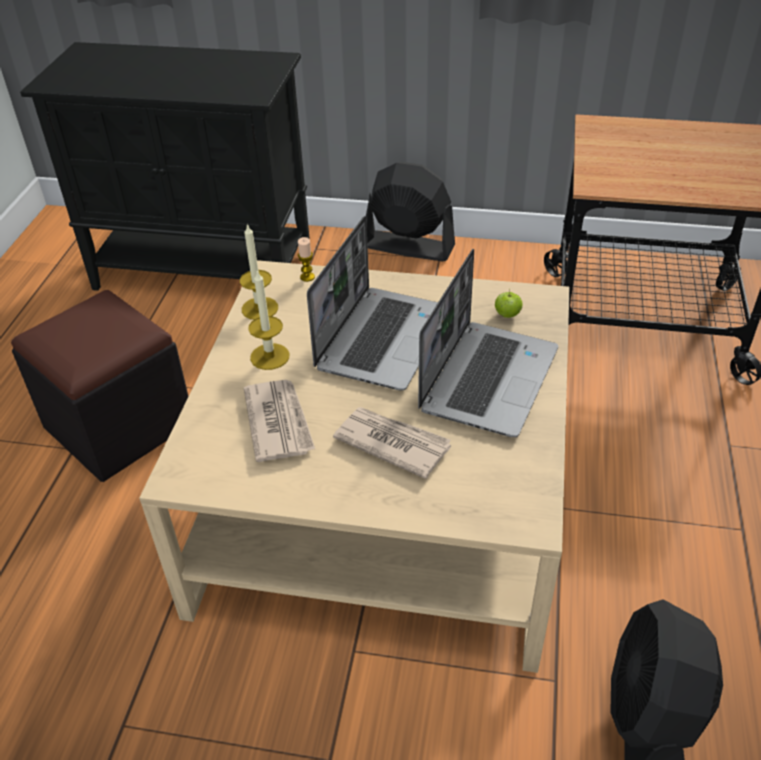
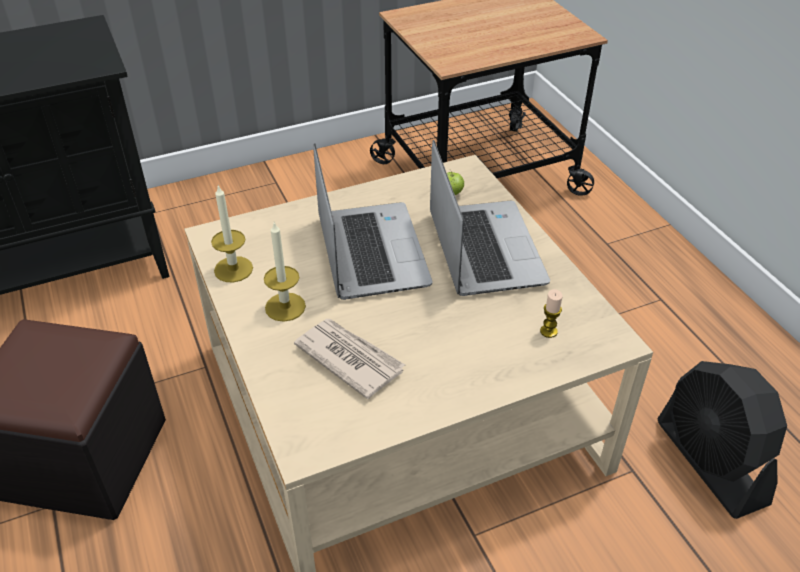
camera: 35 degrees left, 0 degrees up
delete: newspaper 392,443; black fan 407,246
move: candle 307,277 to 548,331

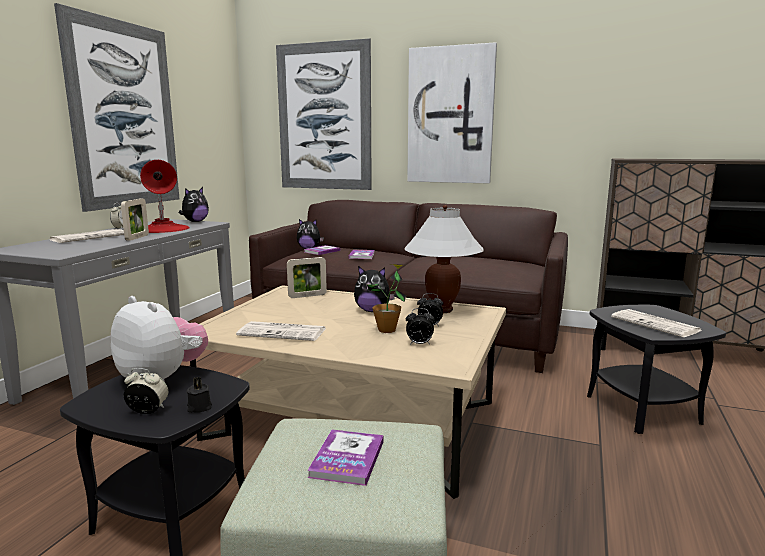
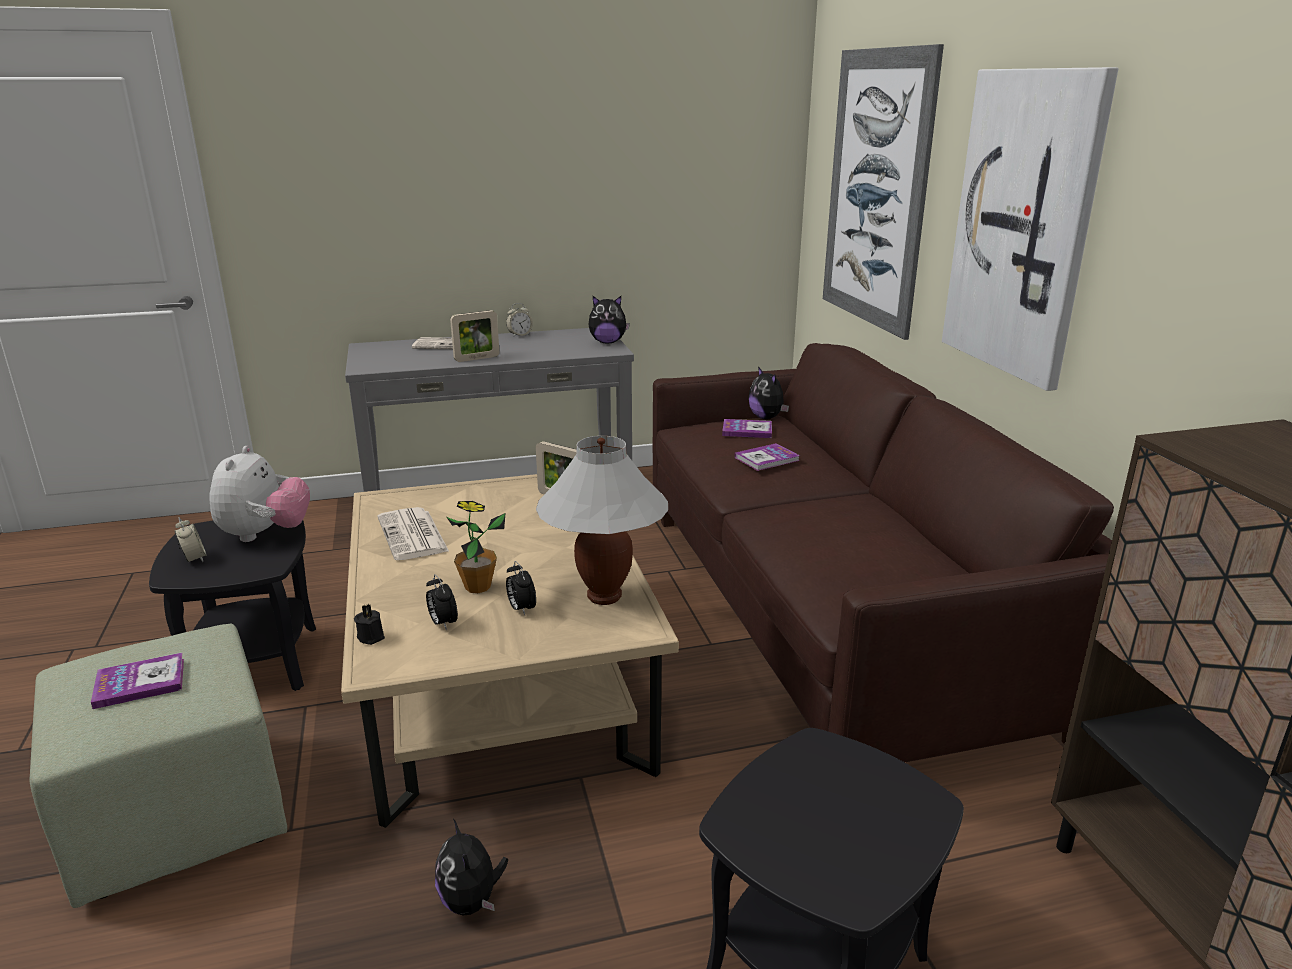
camera: 55 degrees right, 10 degrees up
delete: picture 124,115; red table lamp 163,229; newspaper 656,324
move: black candle 199,407 to 371,636; plush toy 372,311 to 472,901

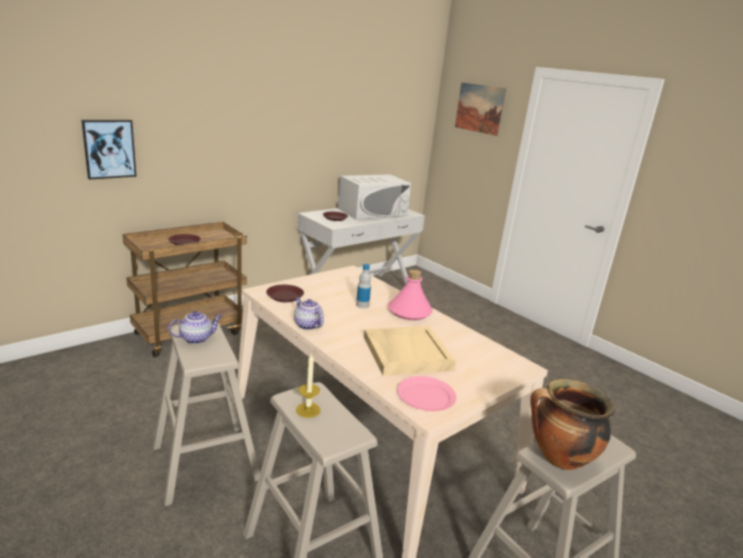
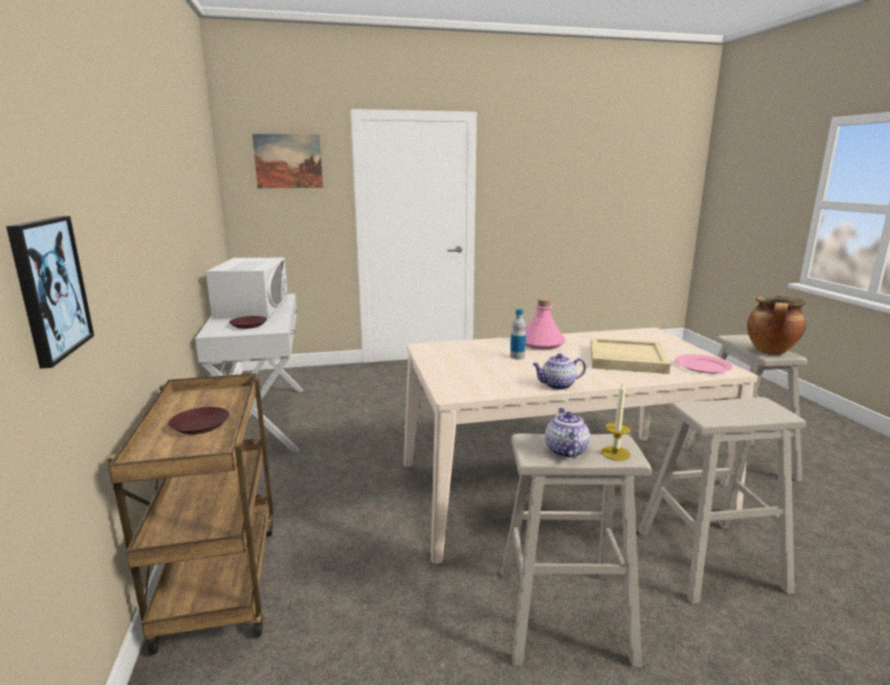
camera: 60 degrees left, 5 degrees down
delete: brown plate 284,296
move: candle 308,410 to 615,453

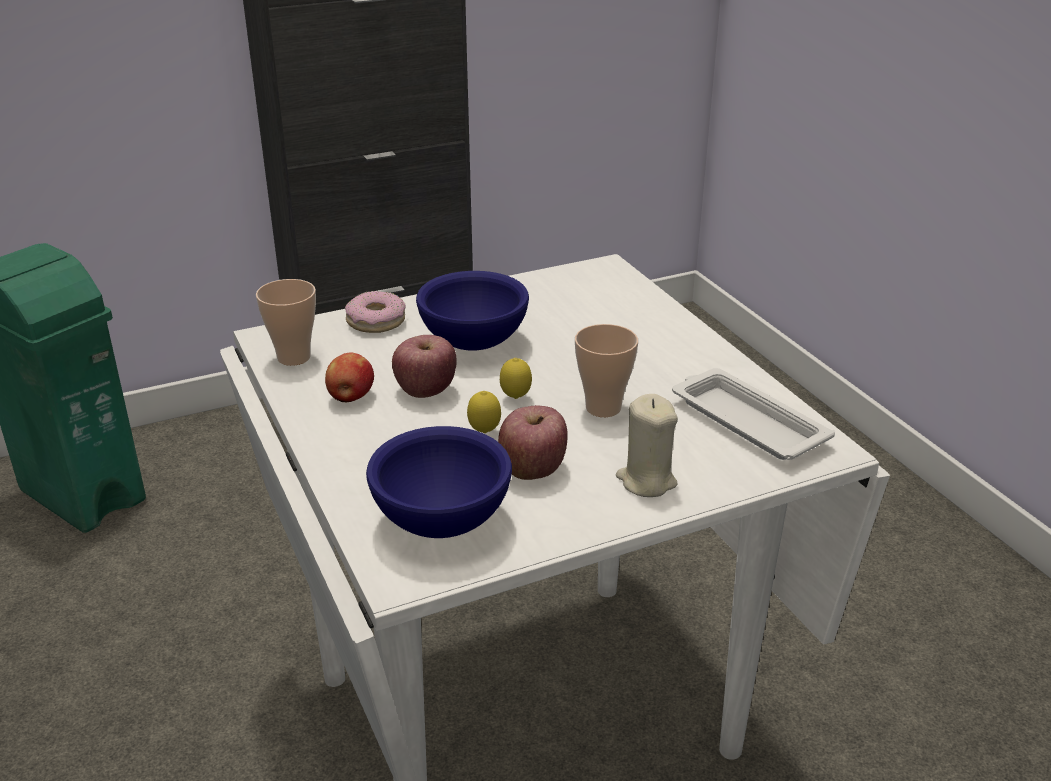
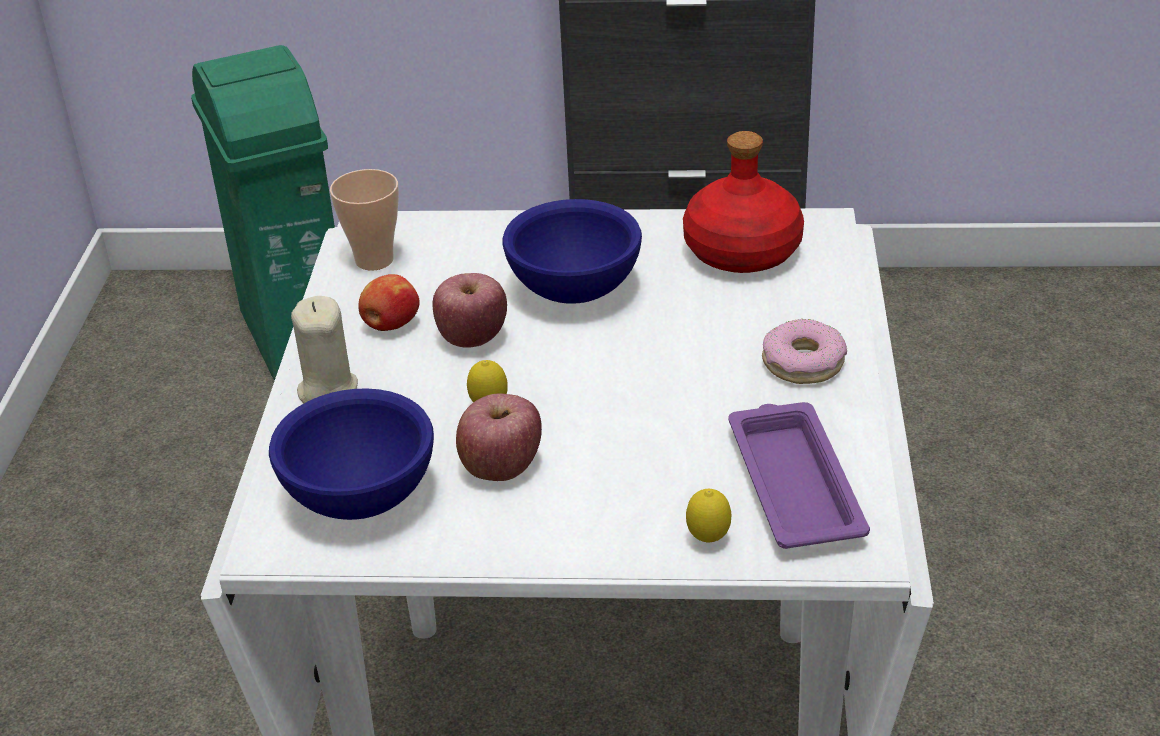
camera: 30 degrees right, 5 degrees up
delete: cup 603,408
insert: red bottle 743,252
move: donut 376,321 to 802,363; lemon 515,398 to 708,540; beige candle 646,481 to 327,389
recolor: white tray 746,421 to purple tray 793,483

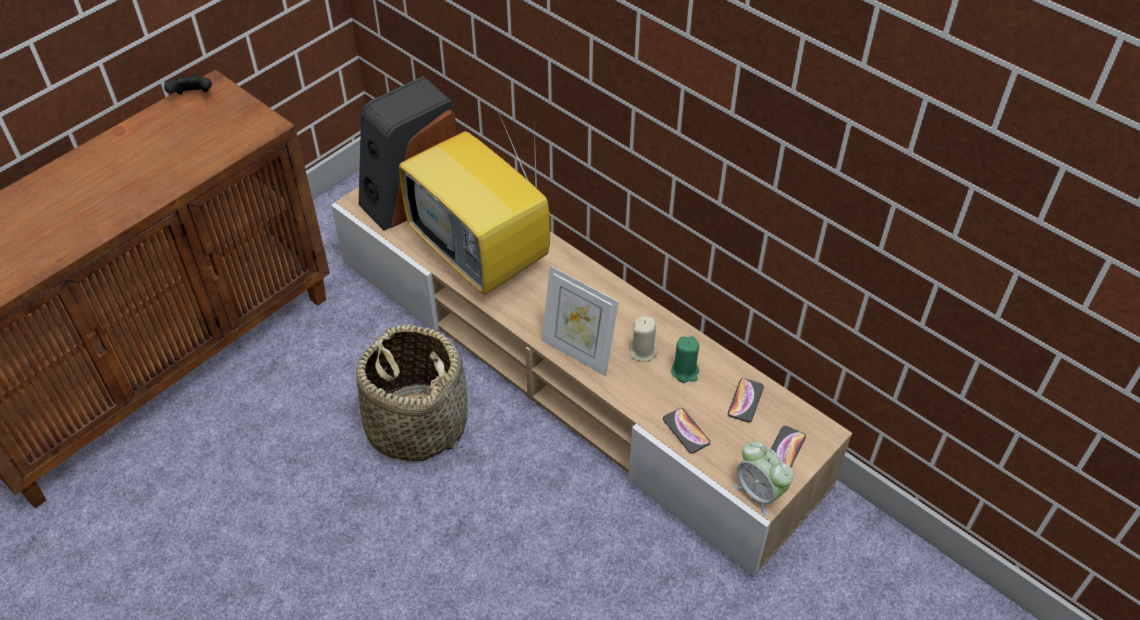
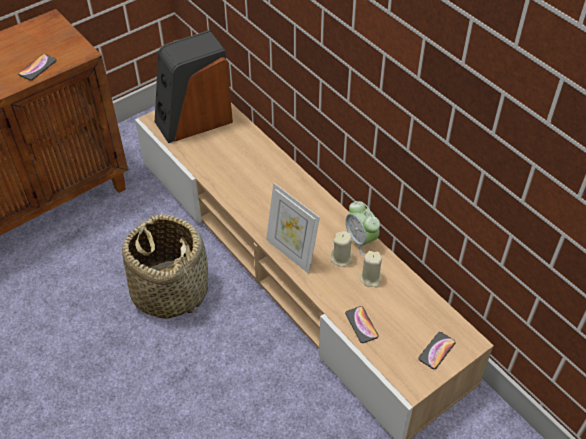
camera: 10 degrees right, 0 degrees up
delete: black game controller 193,96; television 482,255
move: phone 745,400 to 37,68; alarm clock 759,492 to 361,240
recolor: green candle 685,371 to beige candle 371,278

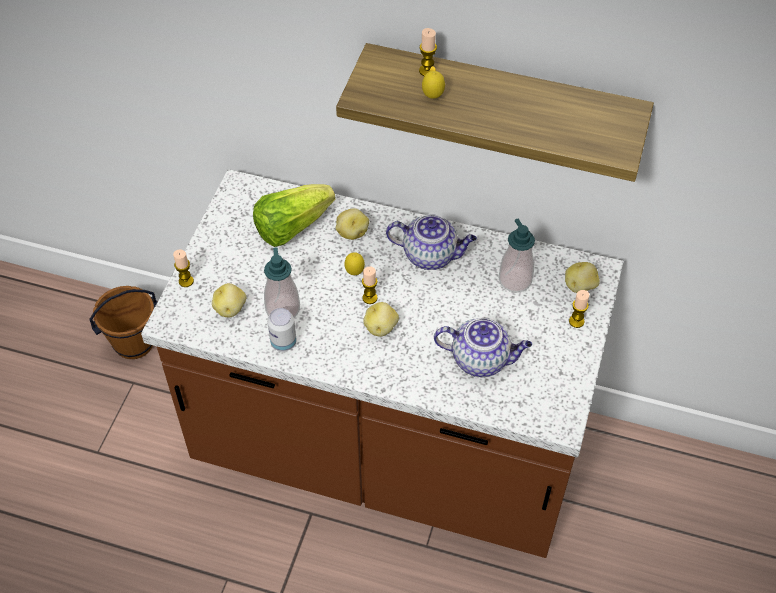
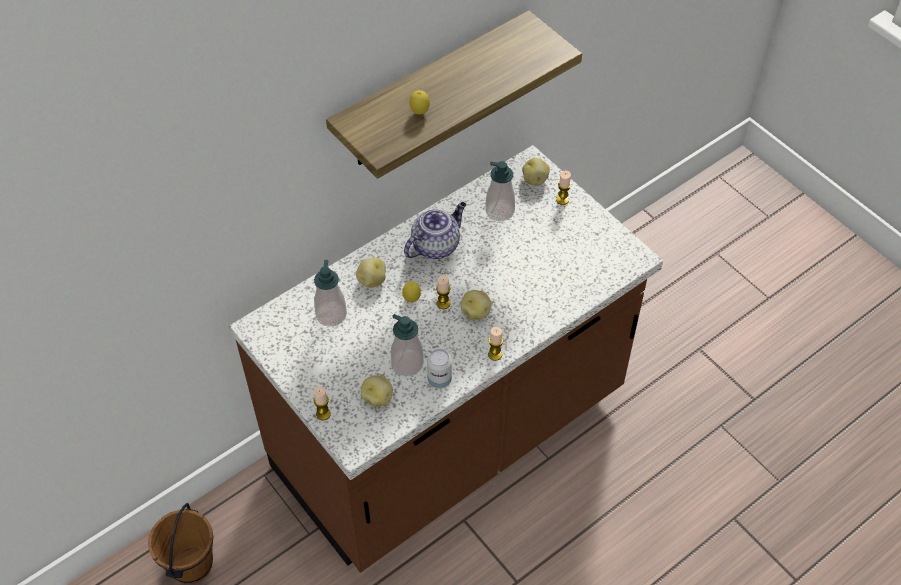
camera: 55 degrees left, 0 degrees up
delete: teapot 481,359
move: candle 427,71 to 495,354
replace: lettuce 291,227 to soap dispenser 331,314

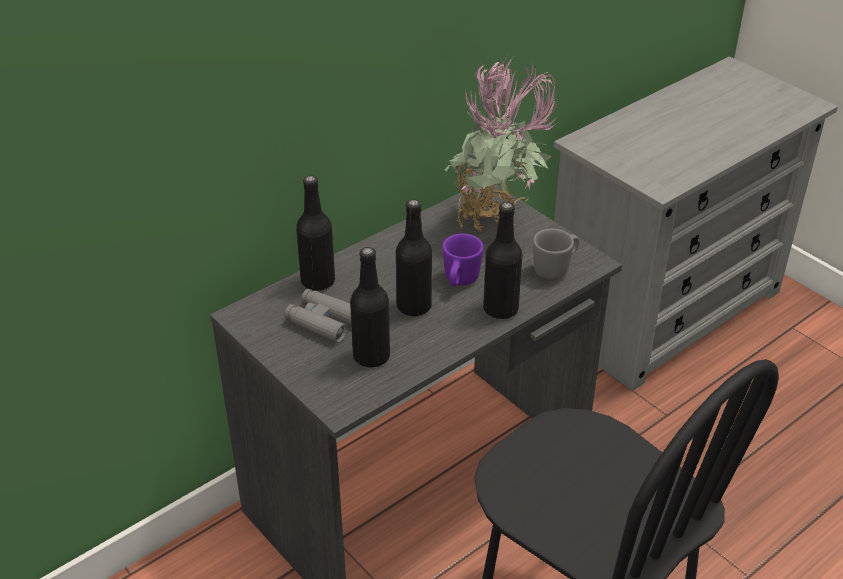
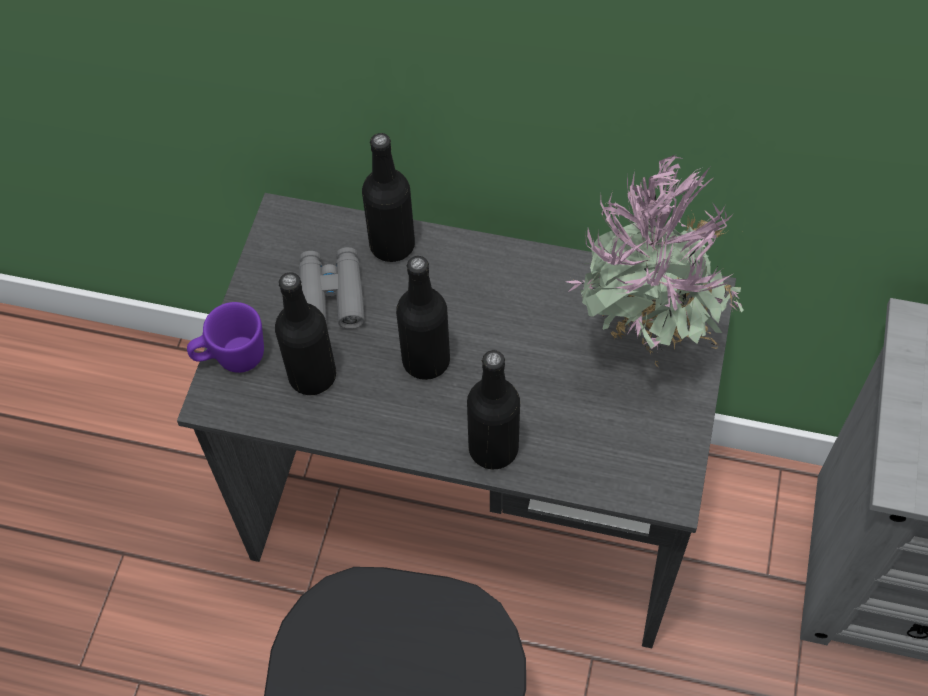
camera: 55 degrees right, 20 degrees up
delete: grey mug 555,269
move: purple mug 460,281 to 231,358

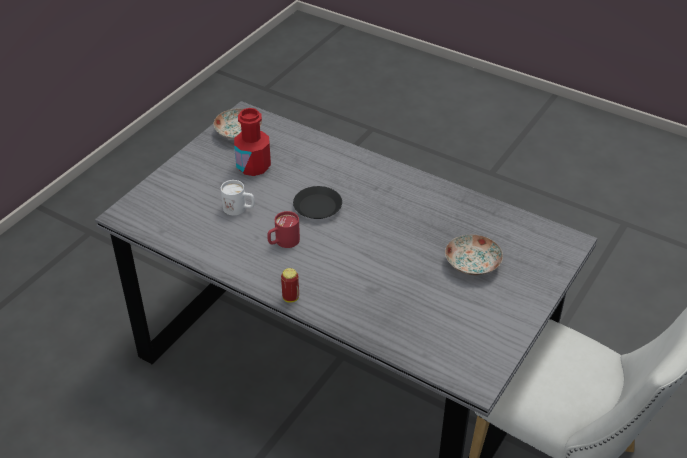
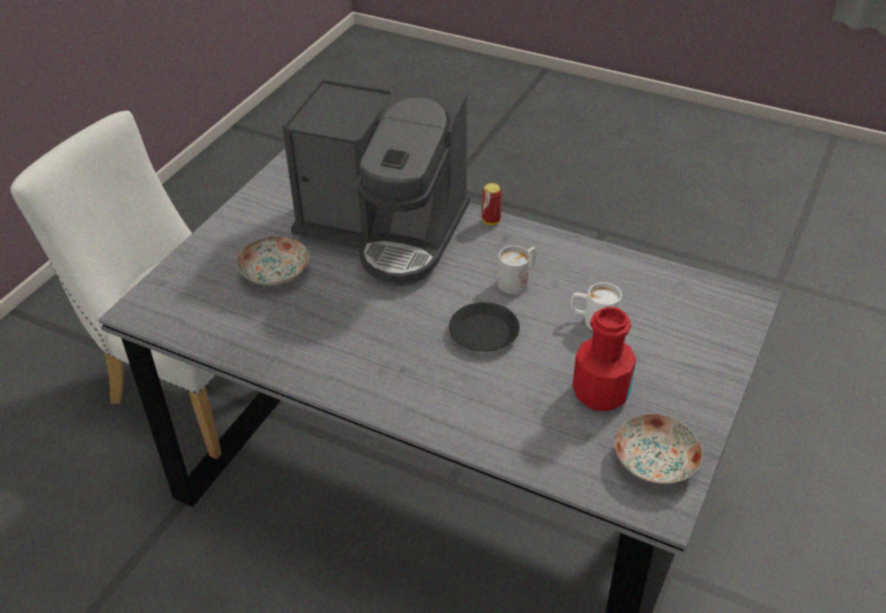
camera: 175 degrees right, 0 degrees up
insert: coffee machine 385,231
recolor: red mug 283,242 to white mug 518,280

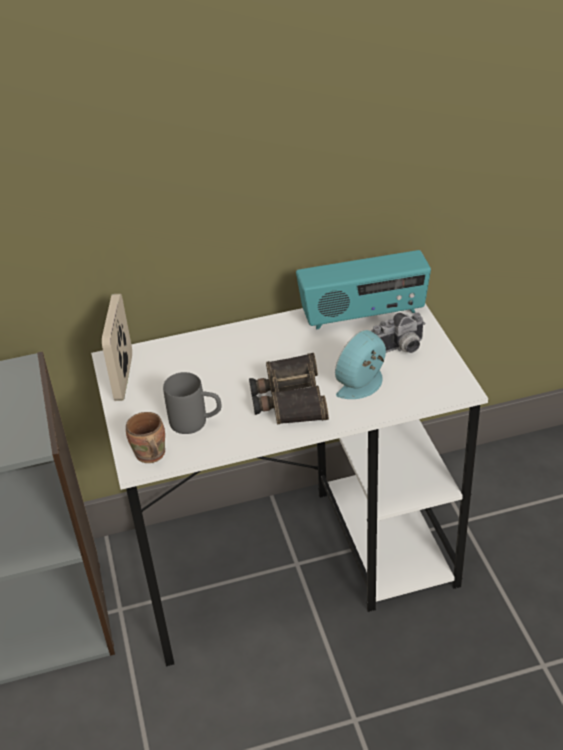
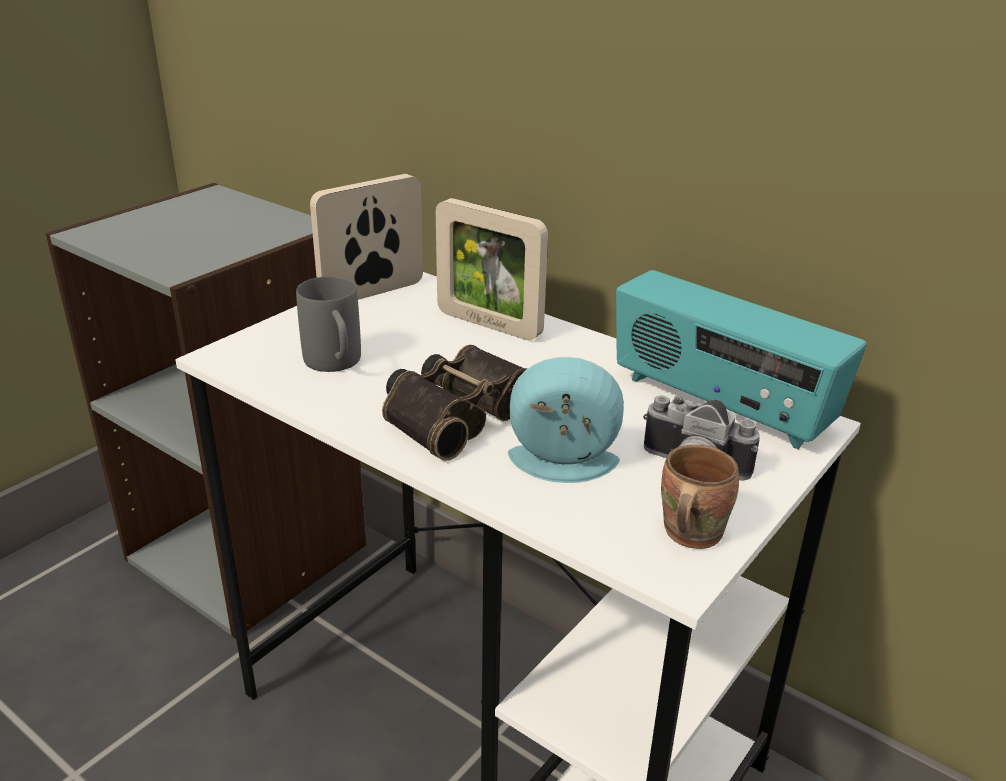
camera: 50 degrees right, 10 degrees down
insert: picture frame 489,324
move: brown mug 149,456 to 687,533

